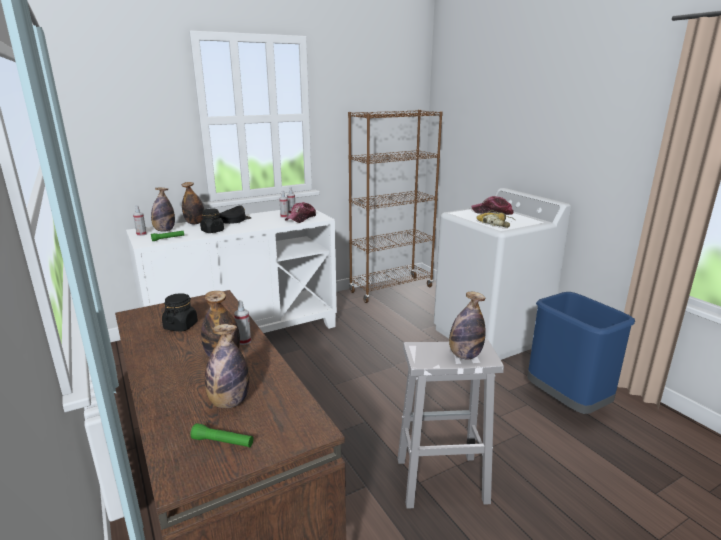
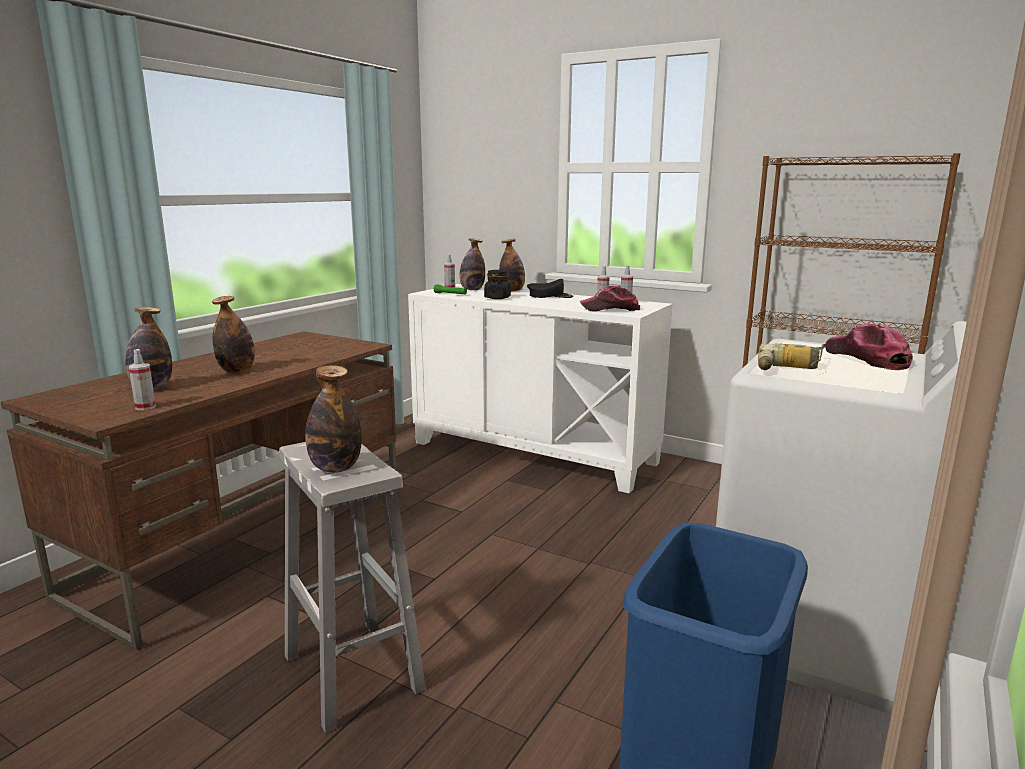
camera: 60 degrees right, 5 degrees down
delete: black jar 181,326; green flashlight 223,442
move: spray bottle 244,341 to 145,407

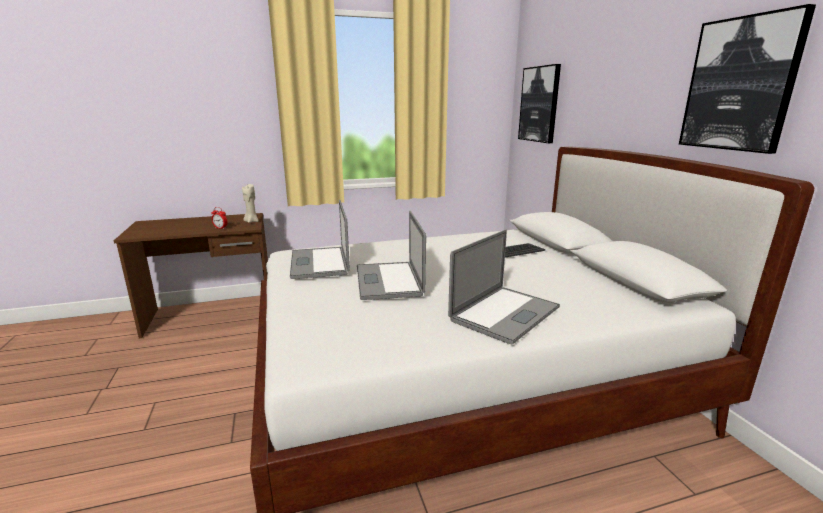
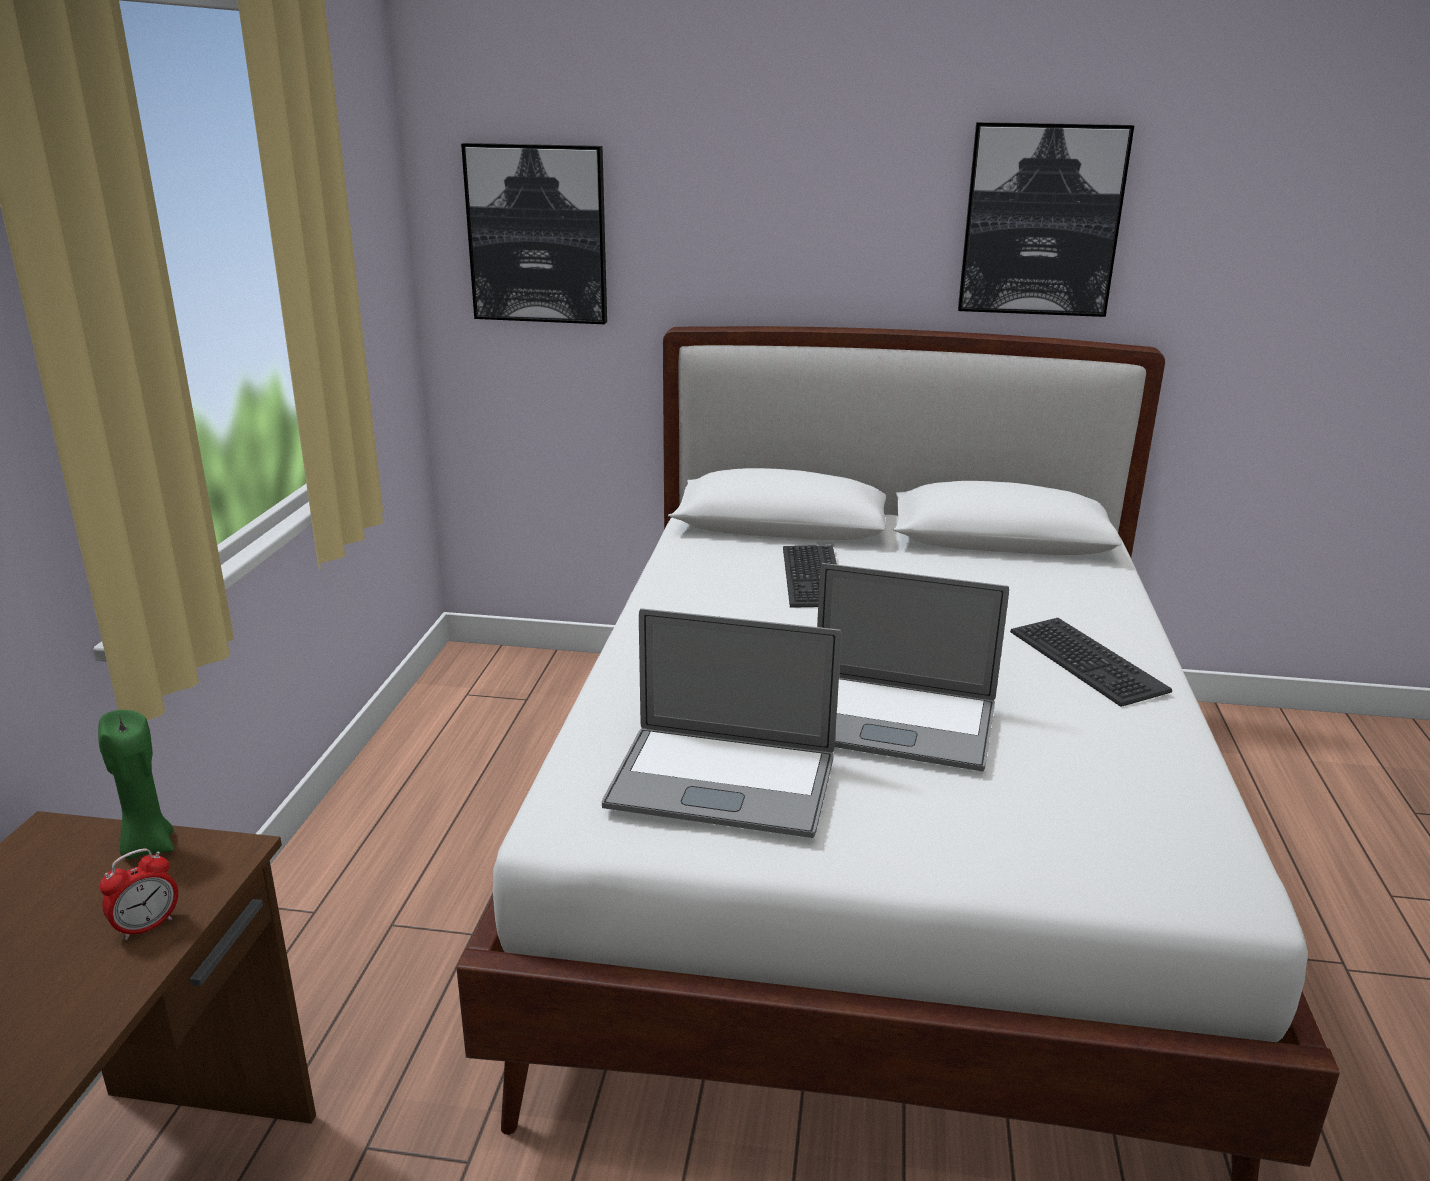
camera: 65 degrees left, 5 degrees up
replace: laptop 505,313 to keyboard 1085,662
recolor: beige candle 251,221 to green candle 147,846

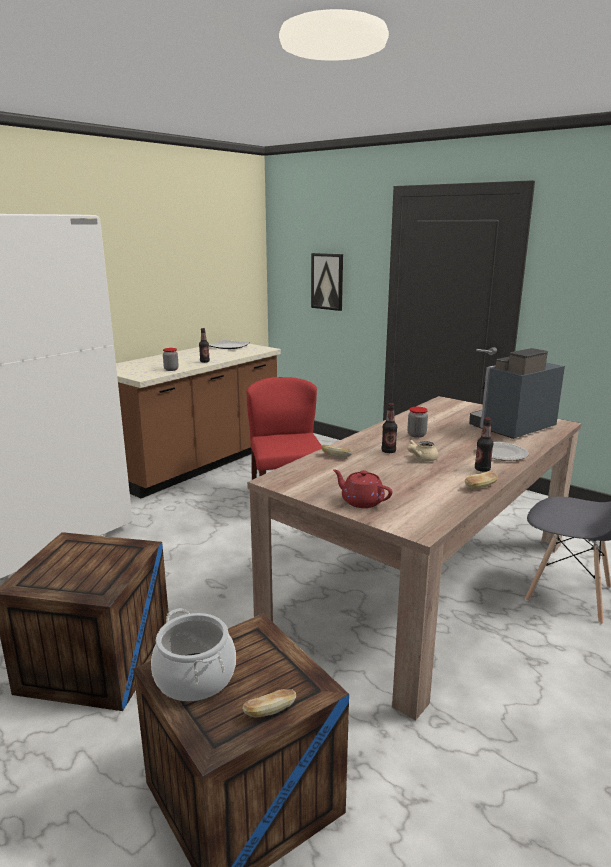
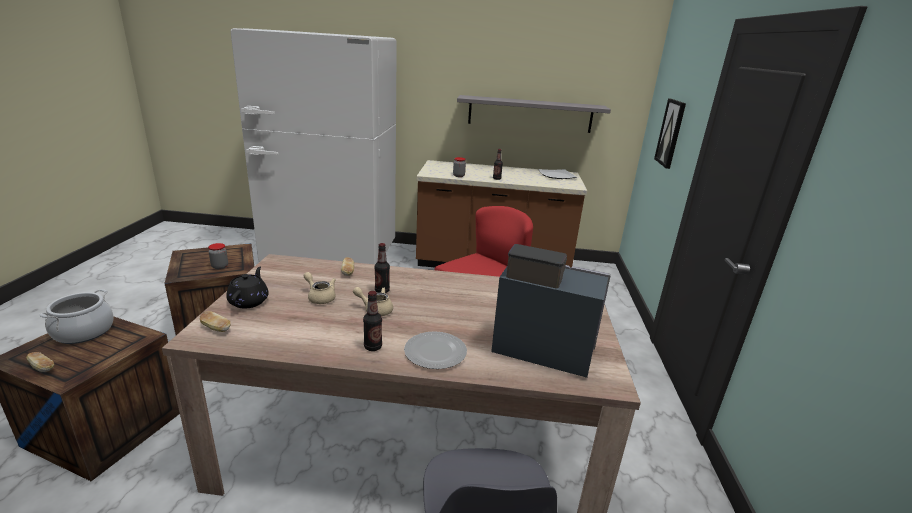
camera: 55 degrees right, 5 degrees up
insert: beige teapot 320,297; grey shelf 530,114
move: jar 416,435 to 220,266; bread 480,487 to 216,328
recolor: red teapot 361,501 to black teapot 249,301

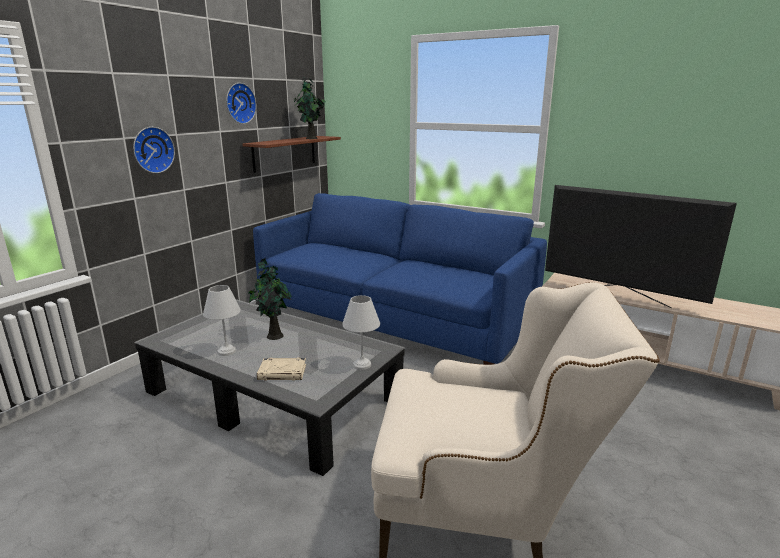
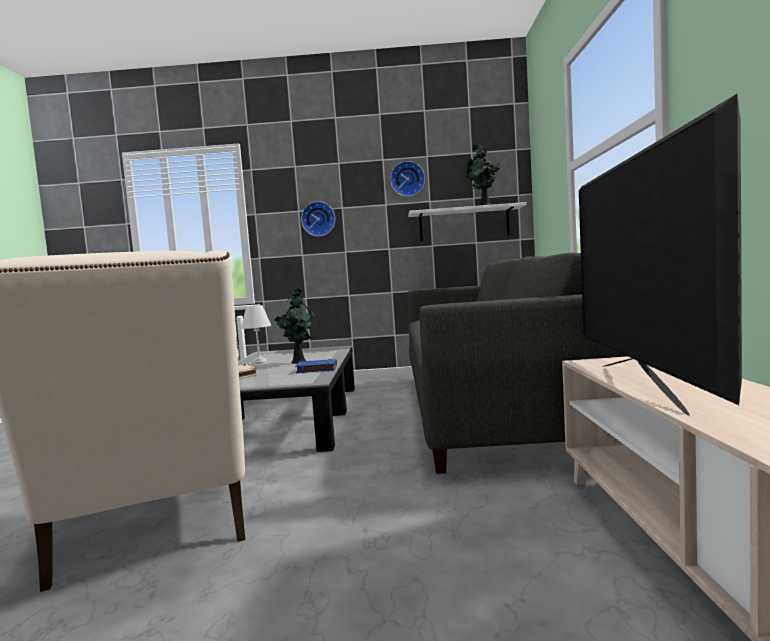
camera: 60 degrees right, 15 degrees down
delete: white table lamp 363,365
insert: blue book 316,369
recolor: brown shelf 284,153 to white shelf 464,224; blue sofa 393,321 to grey sofa 488,407

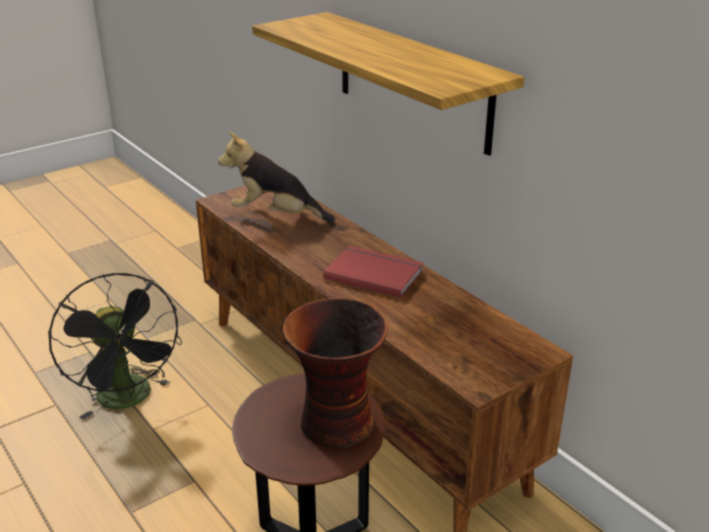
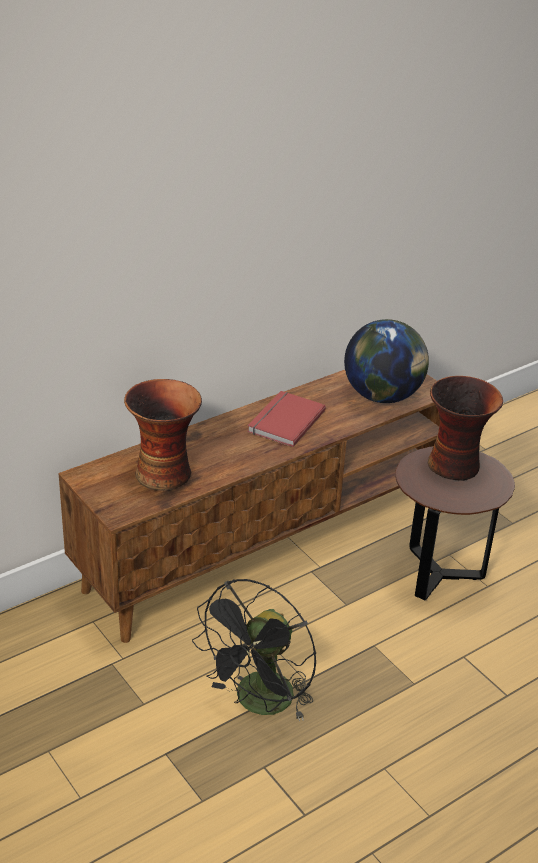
camera: 90 degrees left, 5 degrees up
delete: shelf 412,81
insert: globe 383,396
replace: plush toy 276,216 to vase 164,472
rotate: black fan 129,400 = 259,704 150 degrees clockwise

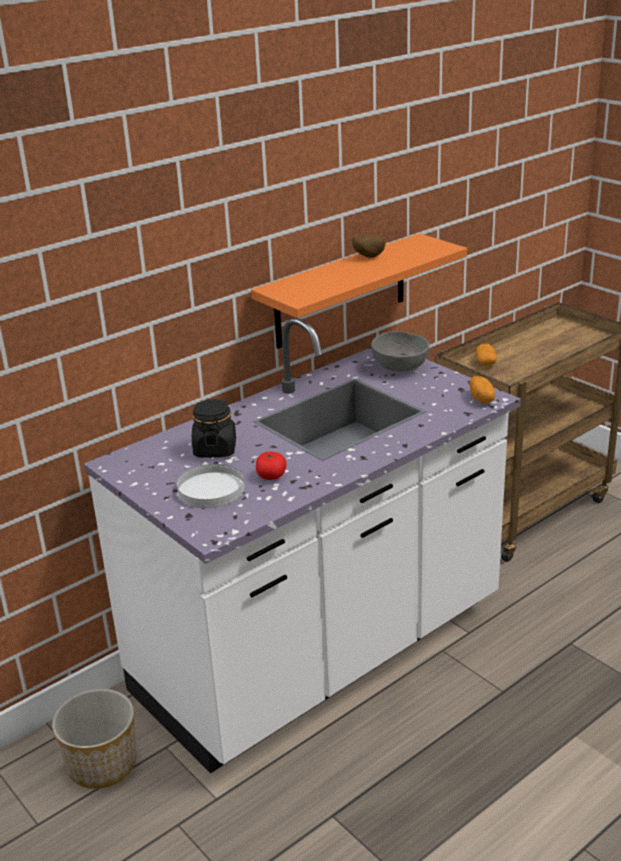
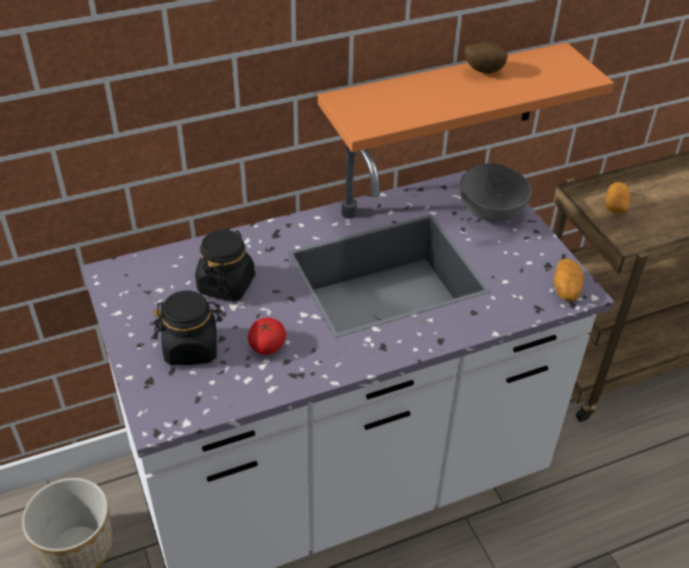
camera: 15 degrees right, 15 degrees up
replace: white plate 211,490 to black jar 191,348

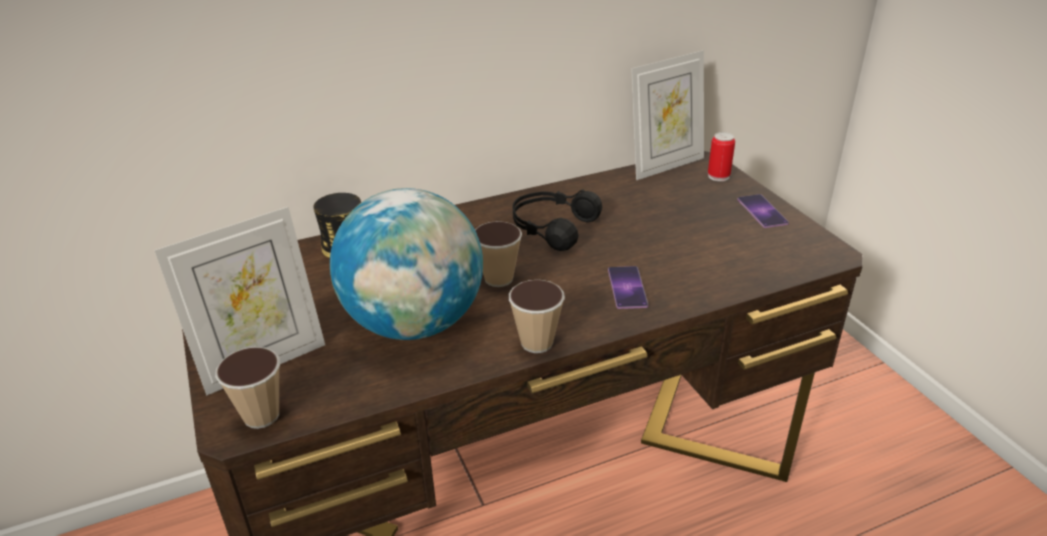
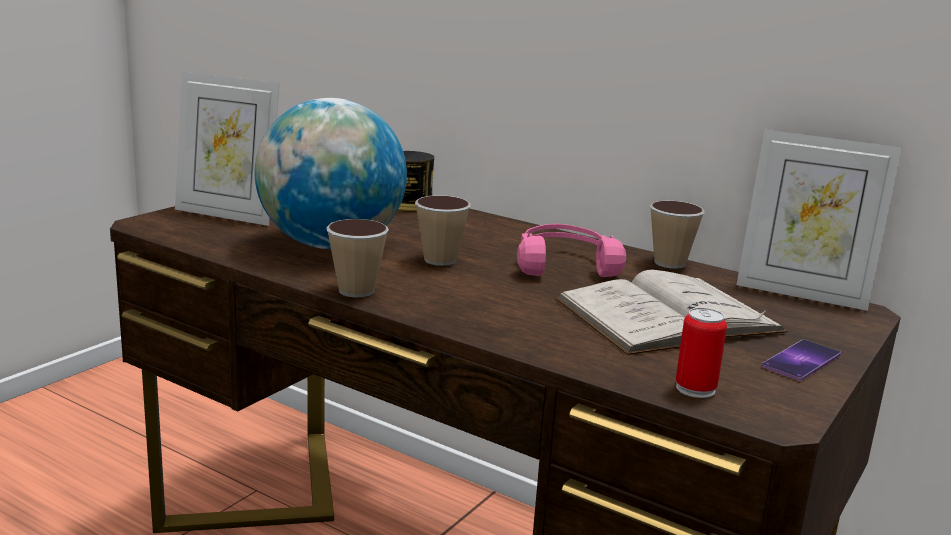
camera: 55 degrees right, 15 degrees down
delete: phone 627,287
insert: white book 668,316
move: cup 261,415 to 670,263; can 718,176 to 695,389
recolor: black headphones 551,228 to pink headphones 563,264

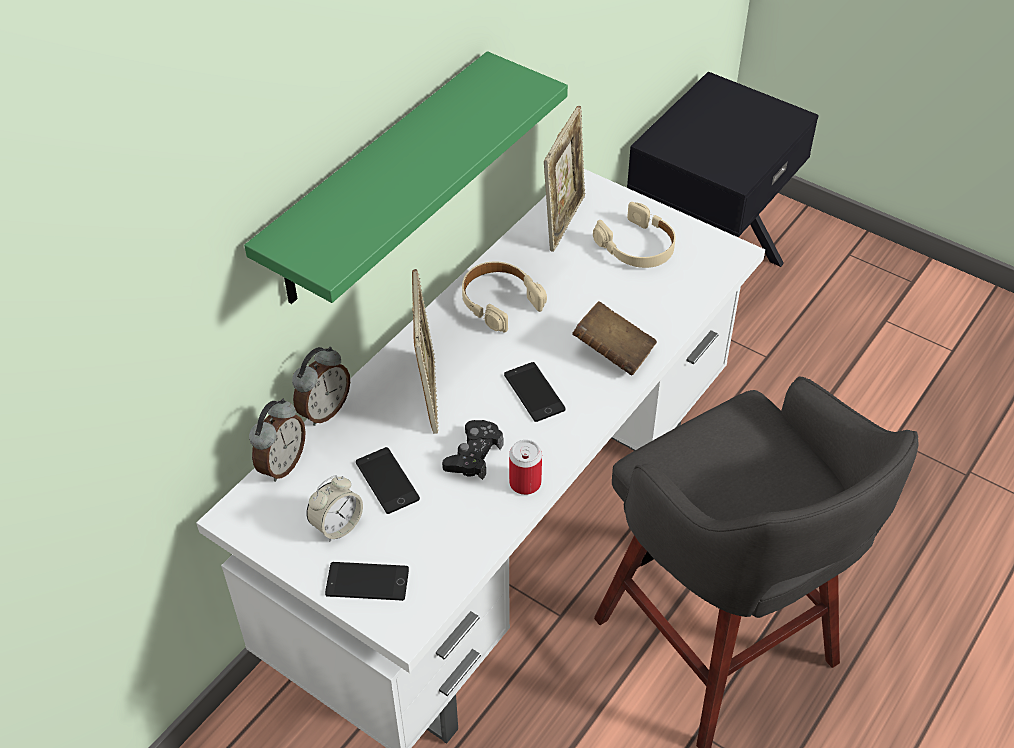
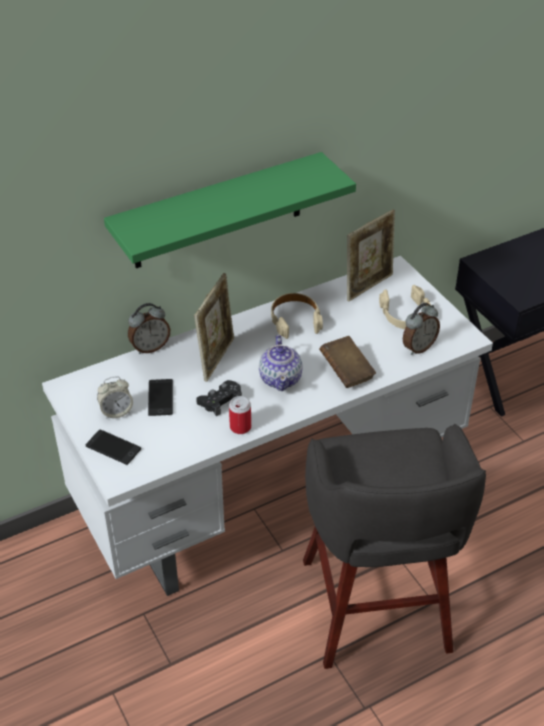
camera: 25 degrees right, 5 degrees down
move: alarm clock 281,464 to 418,347
replace: phone 534,392 to teapot 281,378

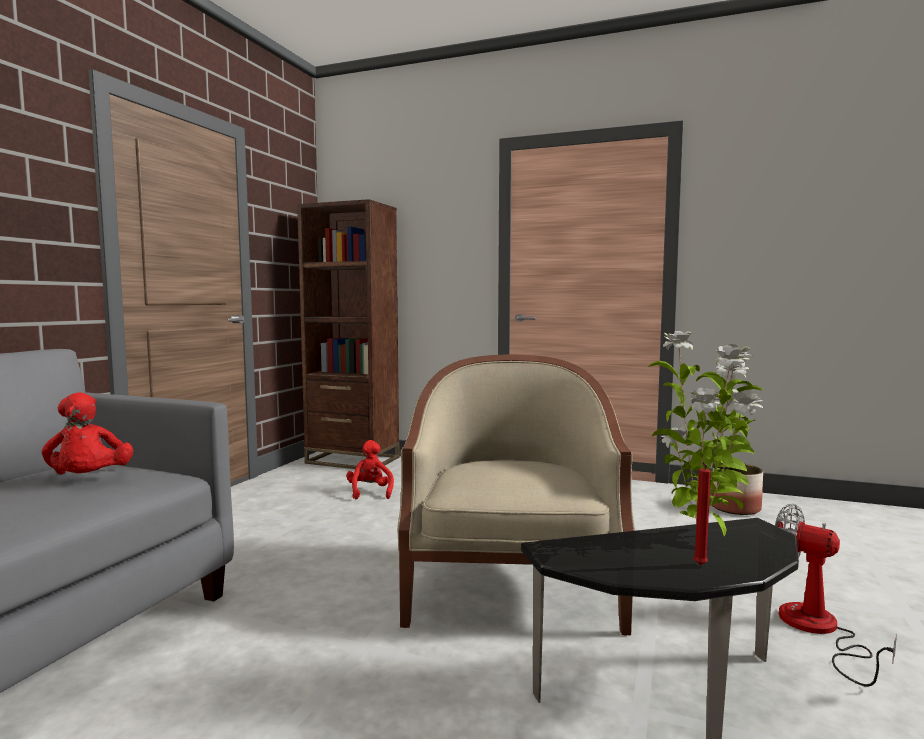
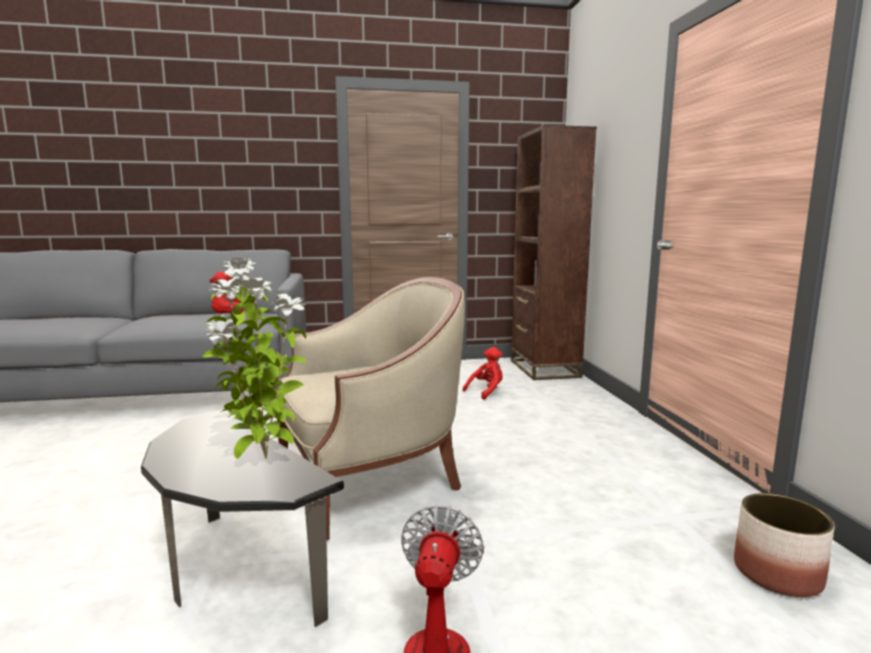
camera: 60 degrees right, 5 degrees up
delete: red candle 699,566

